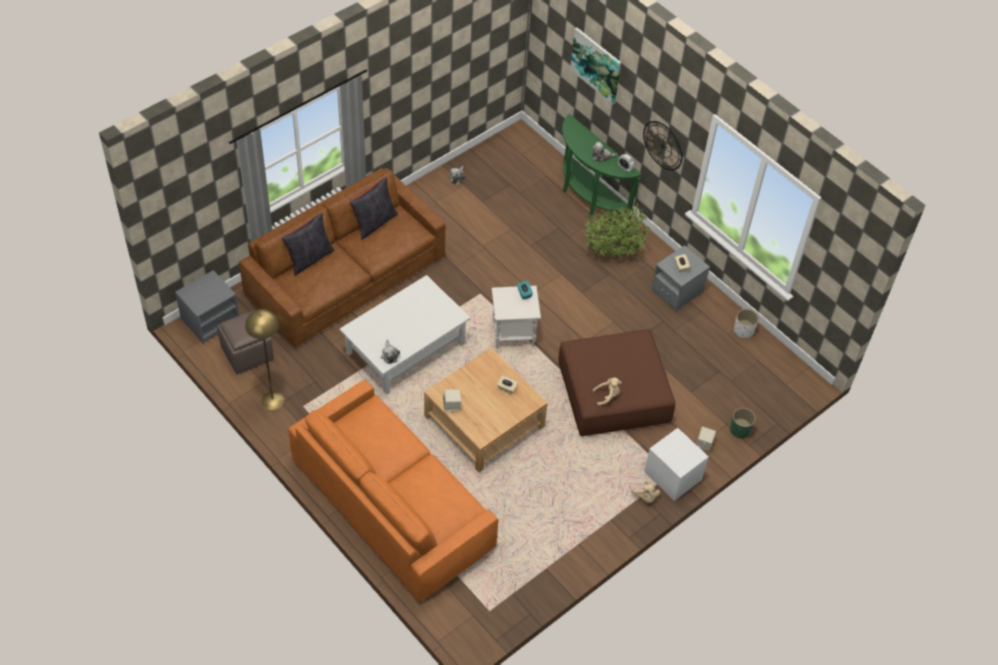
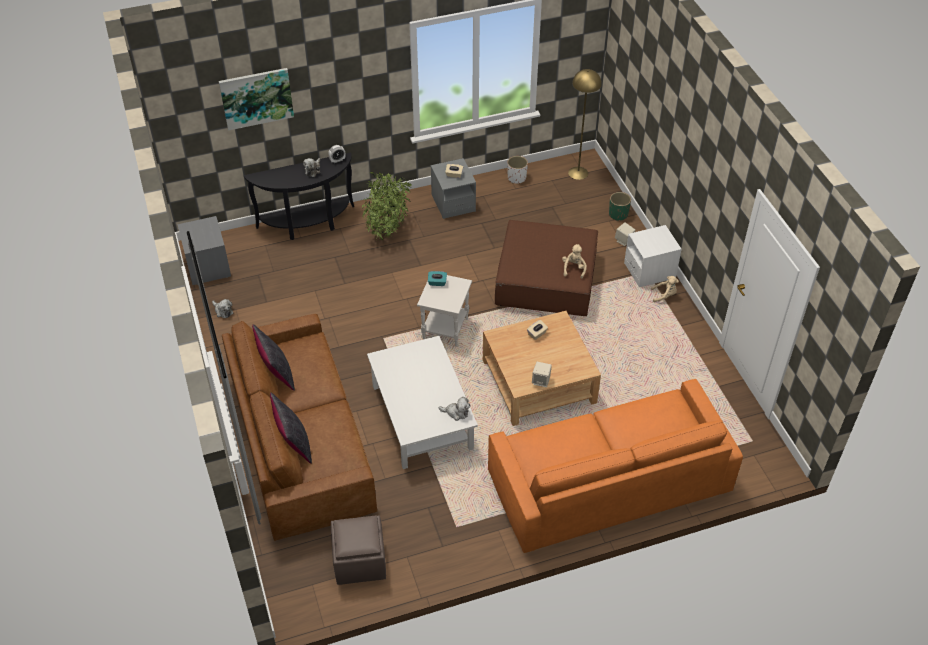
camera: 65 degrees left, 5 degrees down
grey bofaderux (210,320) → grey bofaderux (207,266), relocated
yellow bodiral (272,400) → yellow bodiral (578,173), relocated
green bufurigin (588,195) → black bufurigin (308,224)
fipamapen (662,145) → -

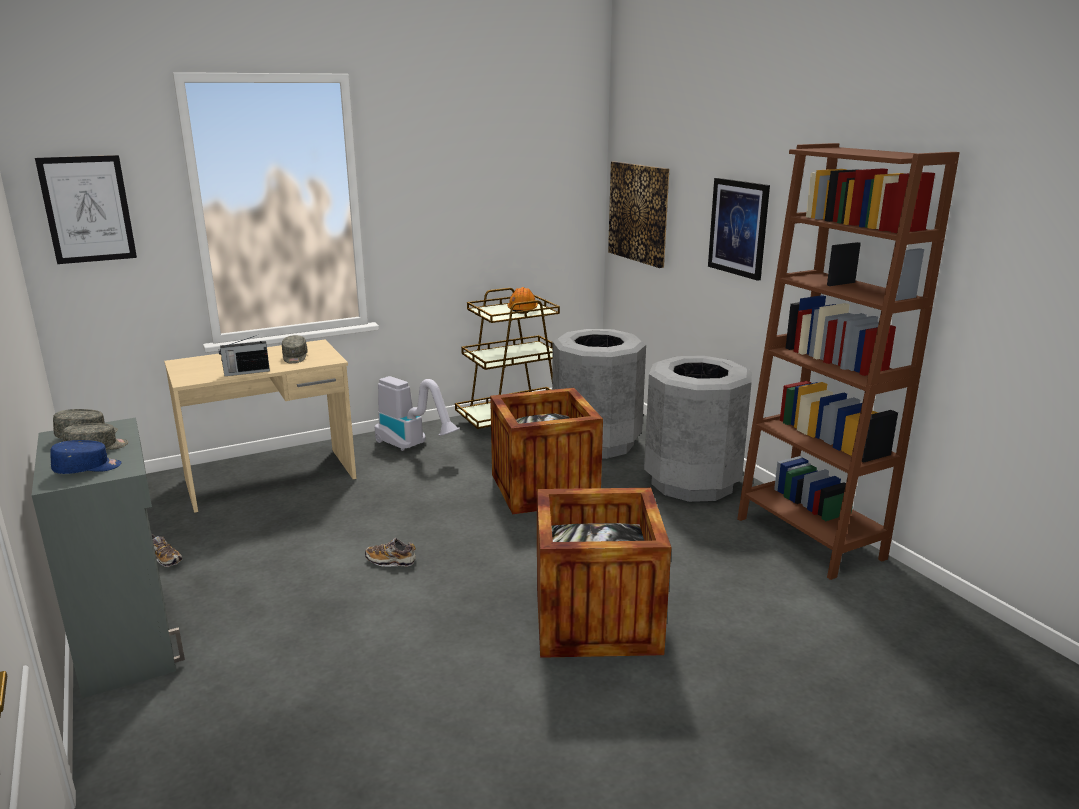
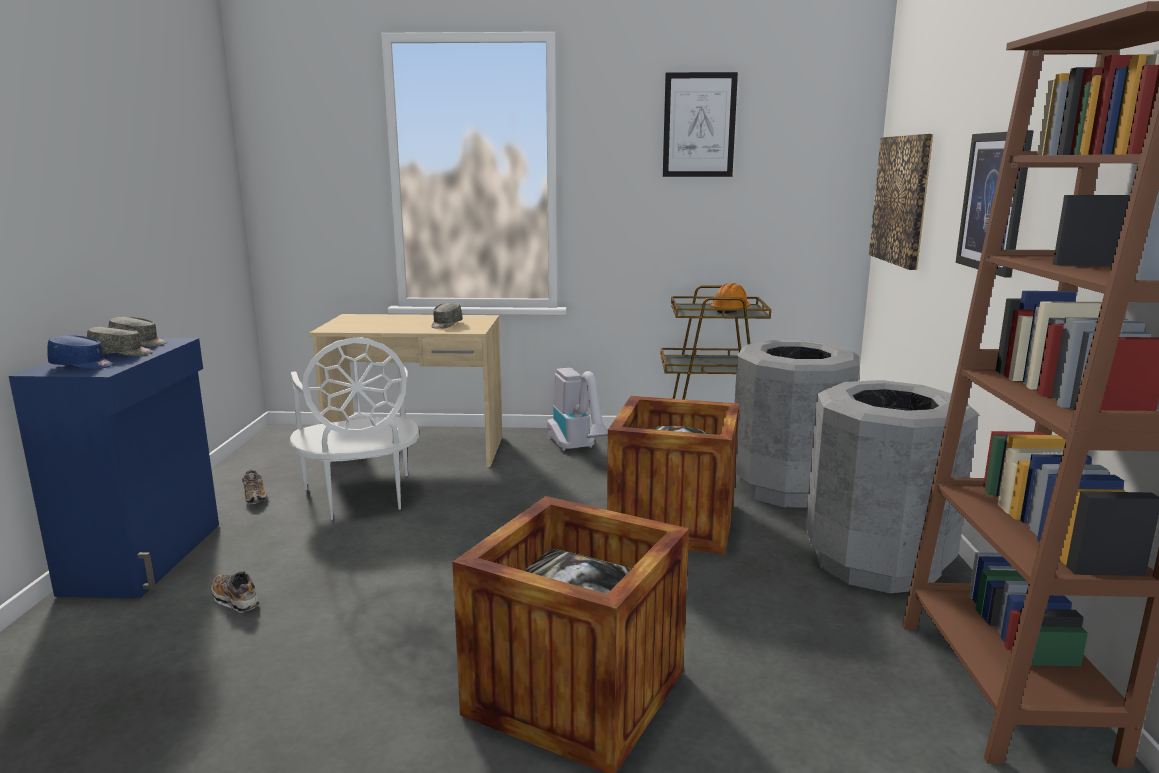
camera: 30 degrees right, 5 degrees down
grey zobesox (129,638) → blue zobesox (147,557)
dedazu (87,209) → dedazu (699,125), relocated
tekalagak (246,372) → -
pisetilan (390,561) → pisetilan (235,600), relocated
- → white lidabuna (361,498)

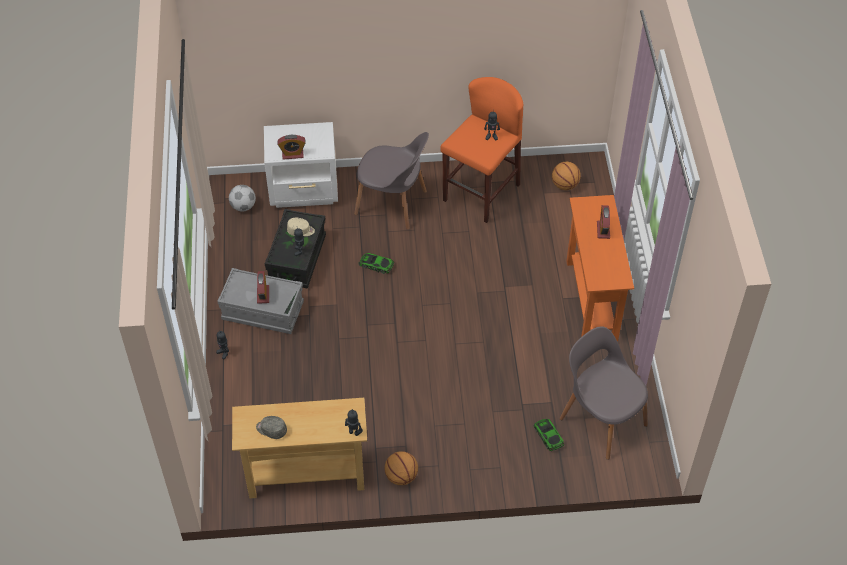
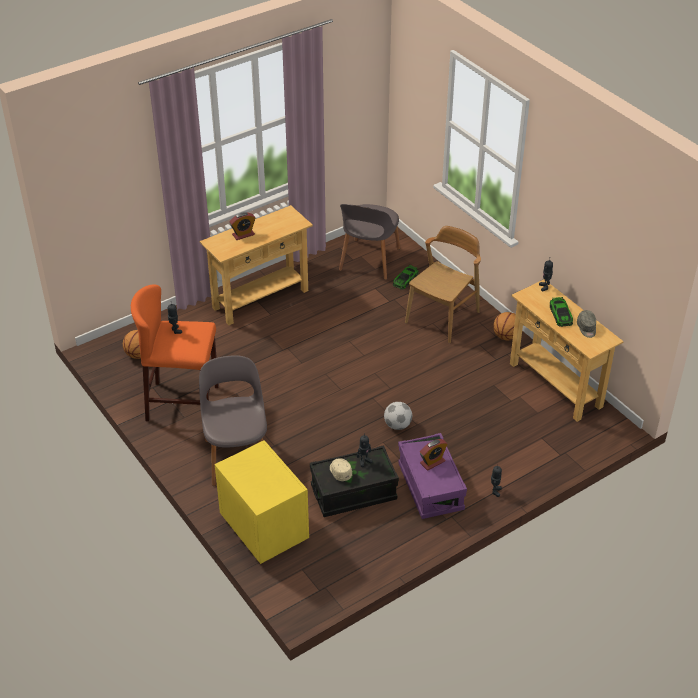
camera: 120 degrees left, 10 degrees down
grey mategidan (263,311) → purple mategidan (430,487)
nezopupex (243,206) → nezopupex (397,425), relocated
white bofaderux (305,191) → yellow bofaderux (264,529)
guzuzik (292,154) → -
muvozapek (376,265) → muvozapek (560,315), relocated
orange bufurigin (591,300) → beige bufurigin (260,299)
- → brown lidabuna (443,317)

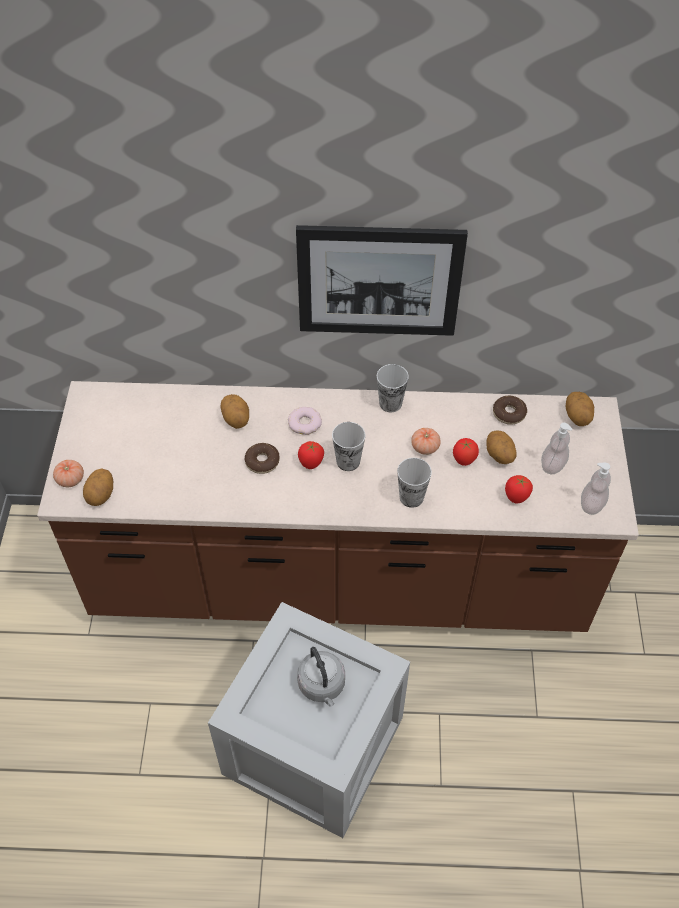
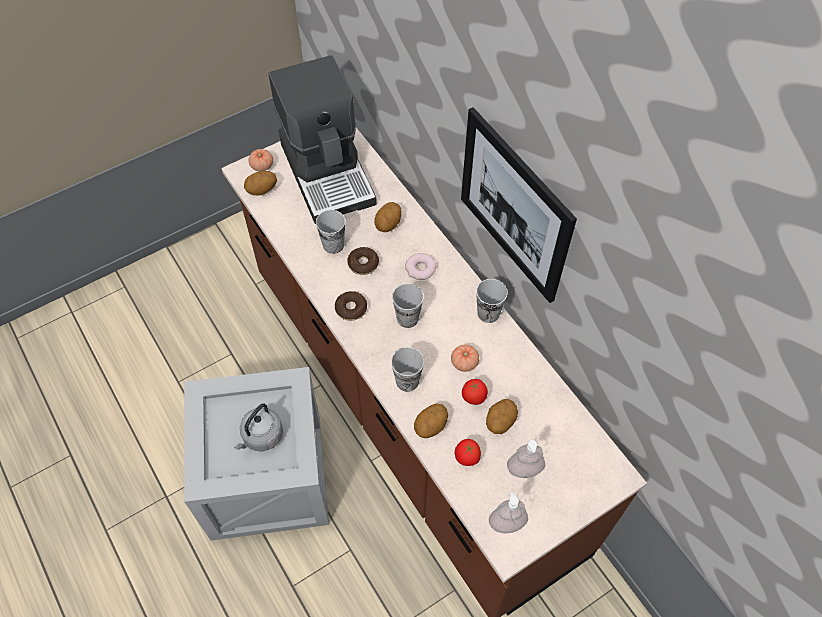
camera: 55 degrees right, 5 degrees up
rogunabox (311,464) → -
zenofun (509,413) → zenofun (351,309), relocated
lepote (577,417) → lepote (431,427), relocated
- → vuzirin (328,172)
- → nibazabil (333,245)

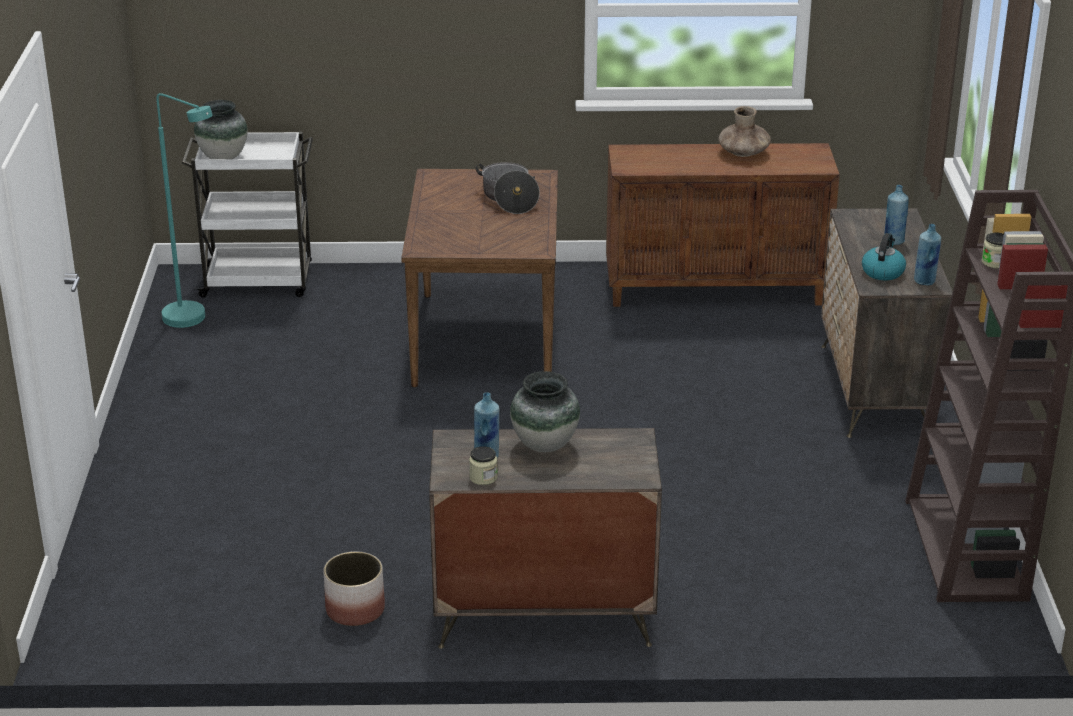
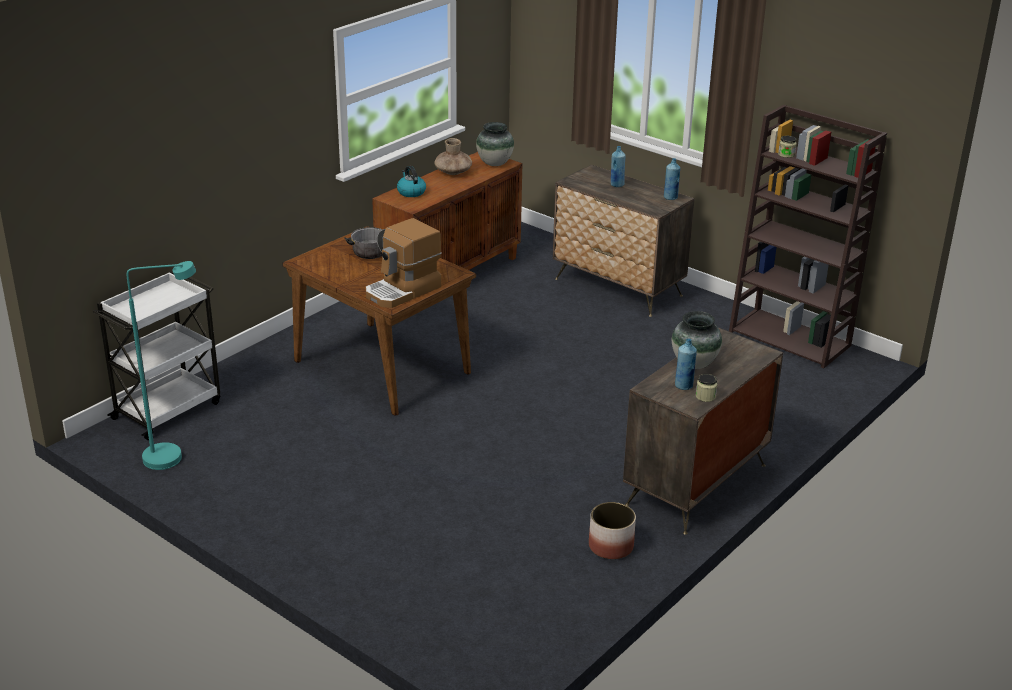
camera: 50 degrees left, 0 degrees up
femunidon (223,157) → femunidon (494,163), relocated
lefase (882,272) → lefase (411,192), relocated
- → vuzirin (403,291)

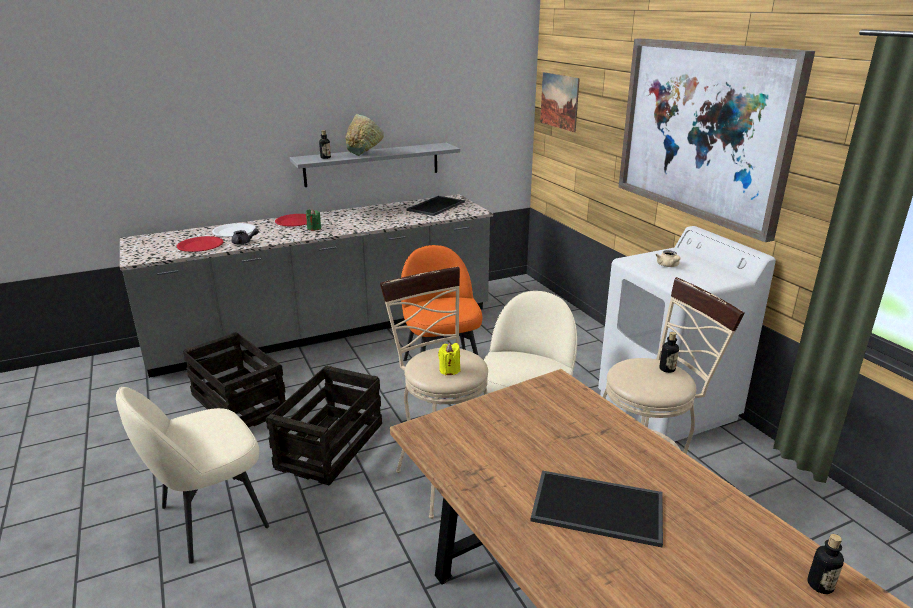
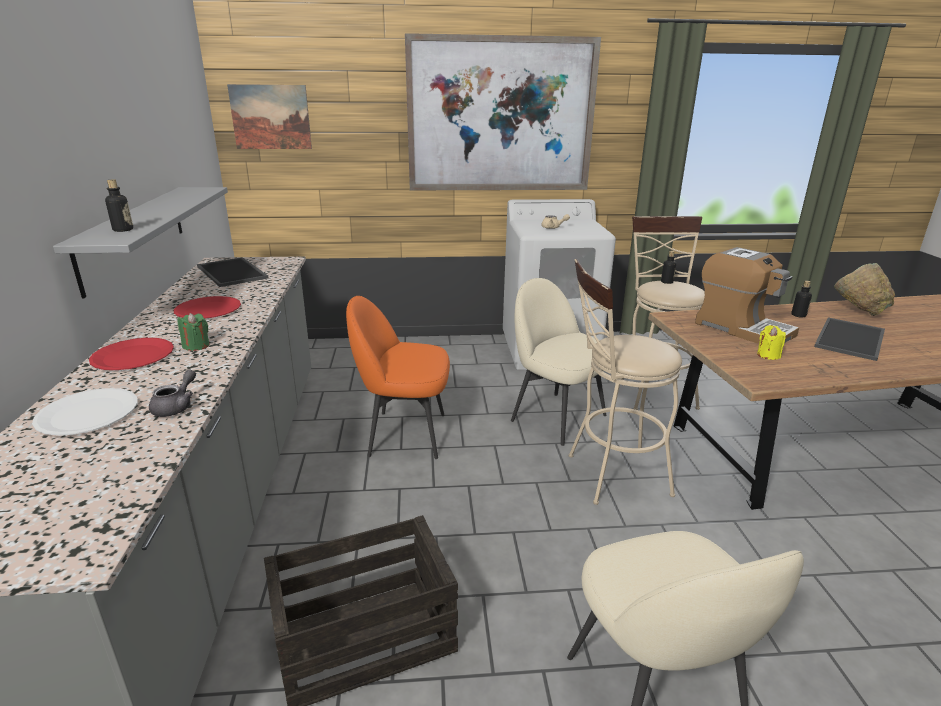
camera: 70 degrees left, 0 degrees up
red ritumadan (200,246) → red ritumadan (208,310), relocated
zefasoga (330,445) → -
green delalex (364,153) → green delalex (856,311), relocated
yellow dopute (449,370) → yellow dopute (768,355), relocated
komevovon (820,585) → komevovon (798,315), relocated
- → vuzirin (742,329)

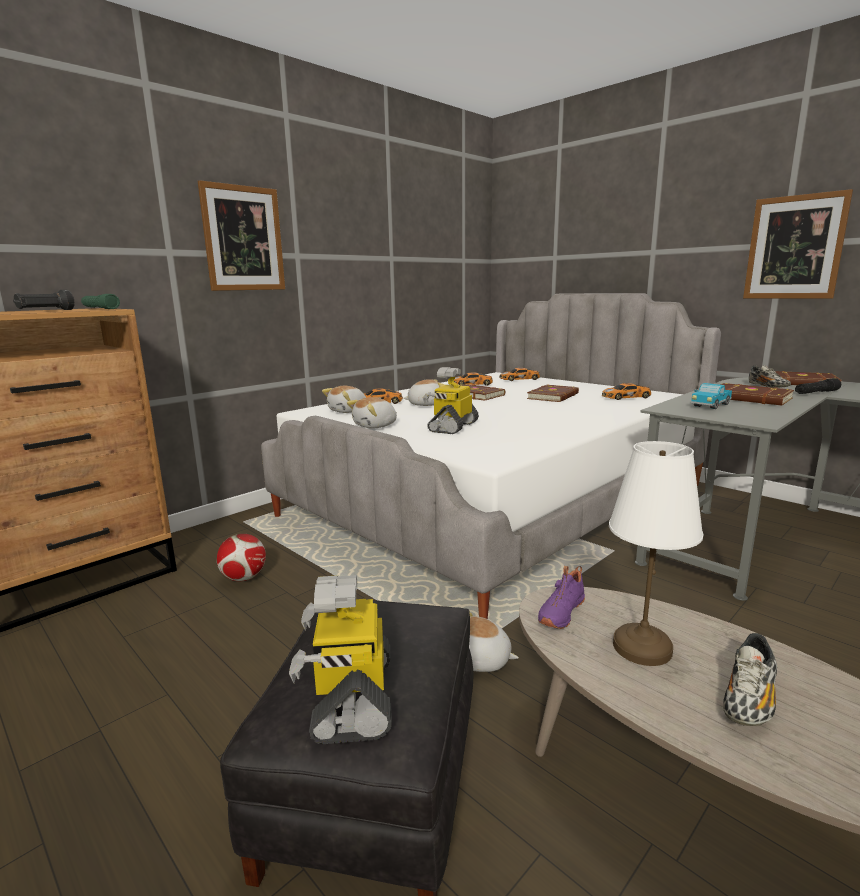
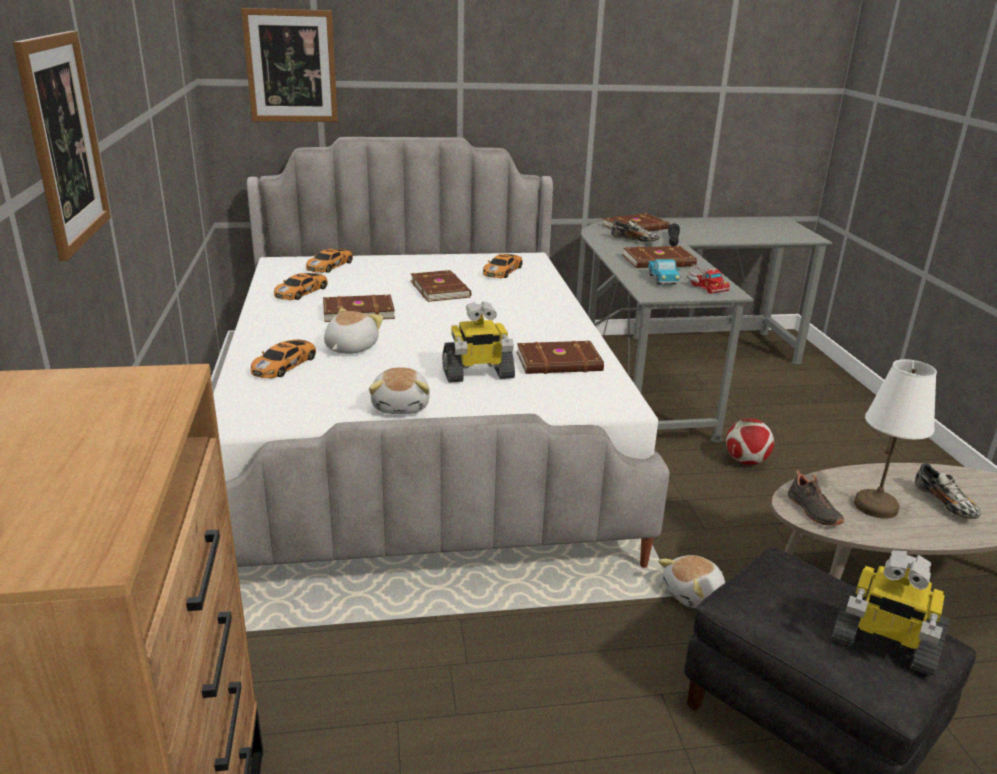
camera: 55 degrees left, 10 degrees up
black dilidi (45,310) → -
green dilidi (100,308) → -
nezopupex (244,578) → nezopupex (746,461), relocated
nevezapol (348,411) → -
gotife (452,427) → gotife (477,374), 75 degrees counterclockwise
purple pisetilan (560,611) → black pisetilan (812,511)
dedazu (794,247) → dedazu (291,66), relocated
- → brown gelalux (560,362)
- → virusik (705,286)

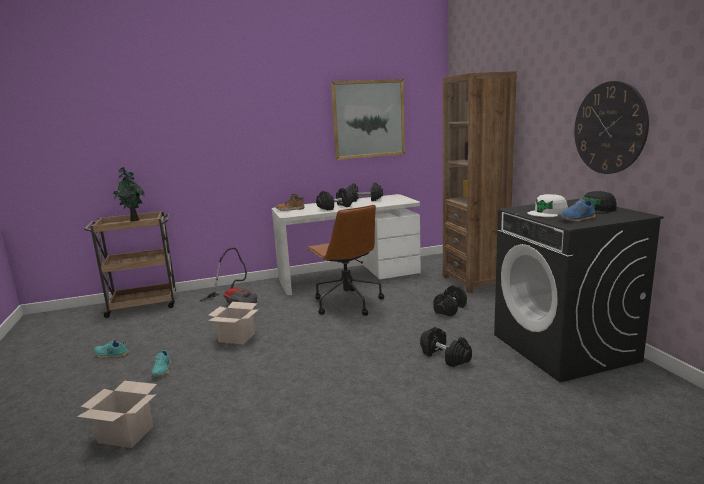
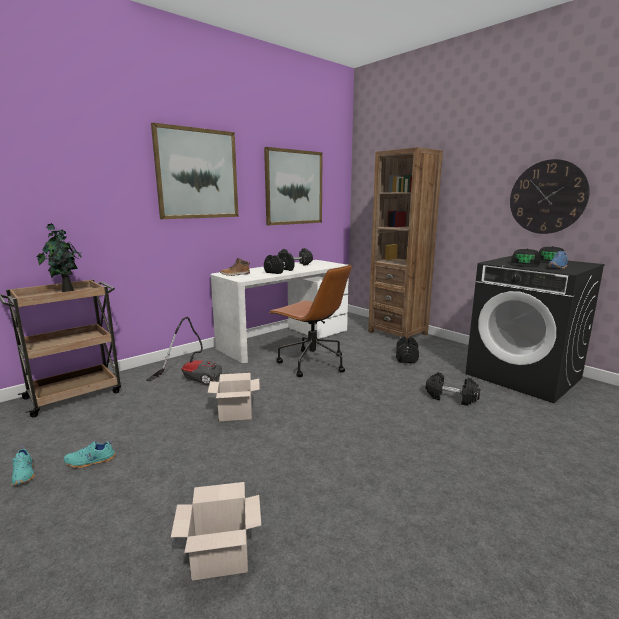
camera: 25 degrees left, 0 degrees up
turquoise pisetilan (162,370) → turquoise pisetilan (24,474), relocated
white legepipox (548,213) → black legepipox (524,264)
- → dedazu (197,174)

